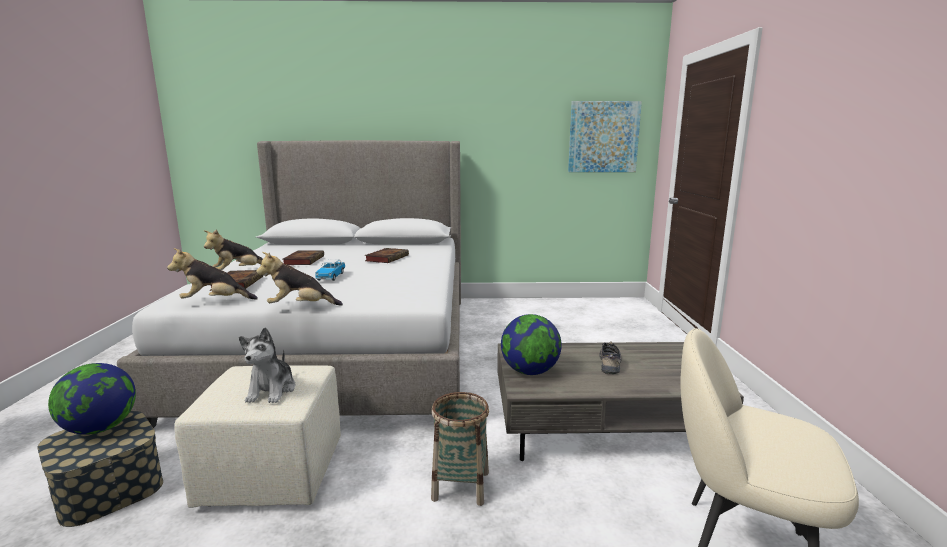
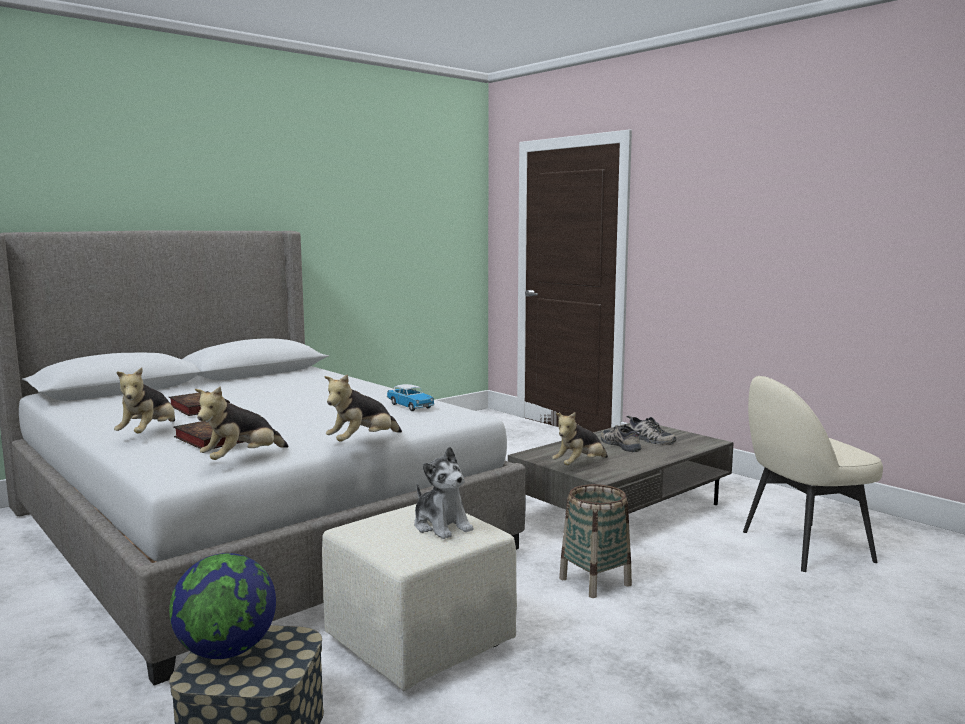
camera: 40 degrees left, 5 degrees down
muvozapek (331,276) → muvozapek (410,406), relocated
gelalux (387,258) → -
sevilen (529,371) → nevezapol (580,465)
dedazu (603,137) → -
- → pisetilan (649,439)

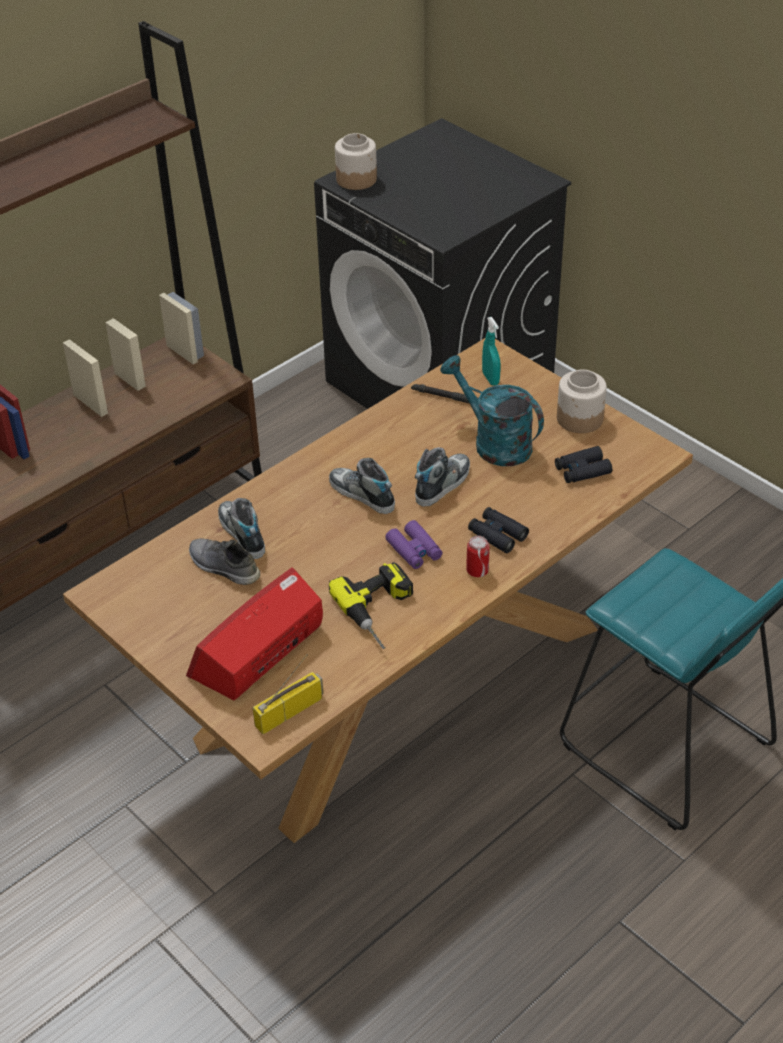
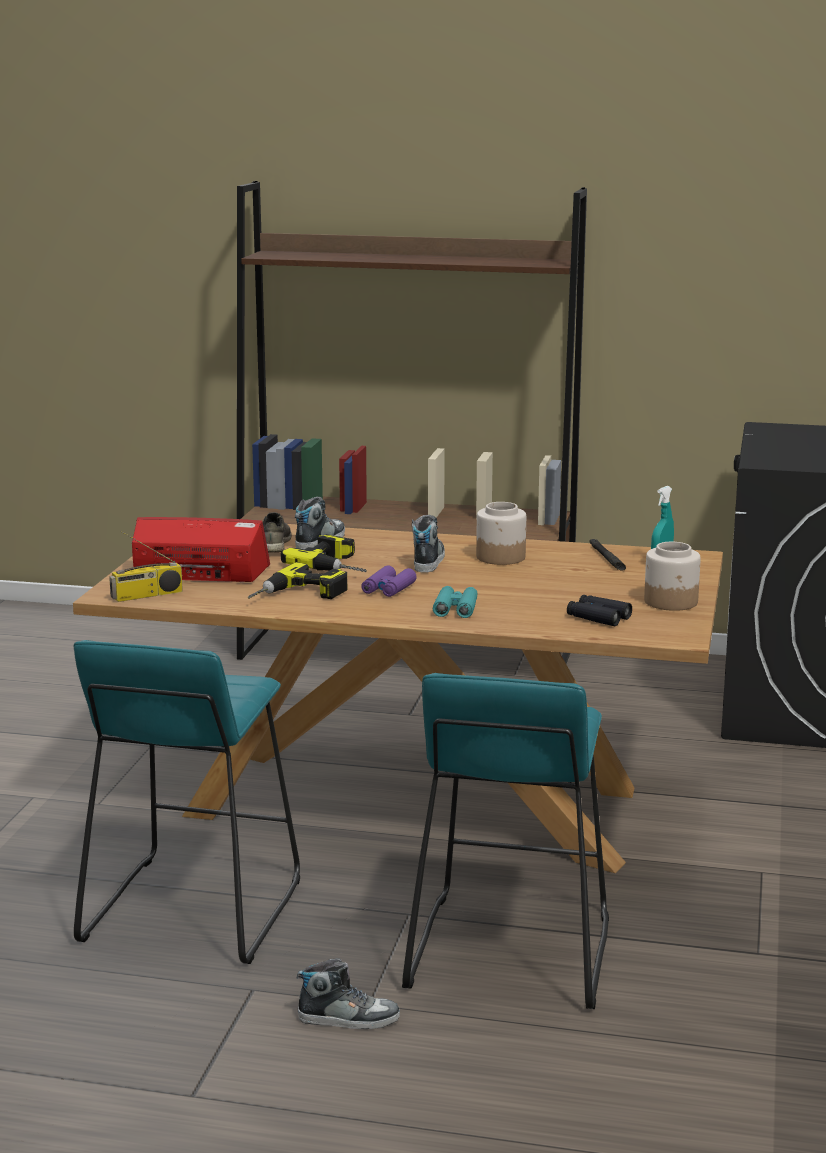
camera: 55 degrees right, 25 degrees down
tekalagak (289,710) → tekalagak (146,595), 135 degrees clockwise
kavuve (356,179) → kavuve (501,557), relocated
pisetilan (442,484) → pisetilan (348,1018), relocated
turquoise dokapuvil (494,442) → -
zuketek (477,571) → -
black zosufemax (497,534) → turquoise zosufemax (456,608)
- → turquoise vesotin (191,910)
- → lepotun (338,565)

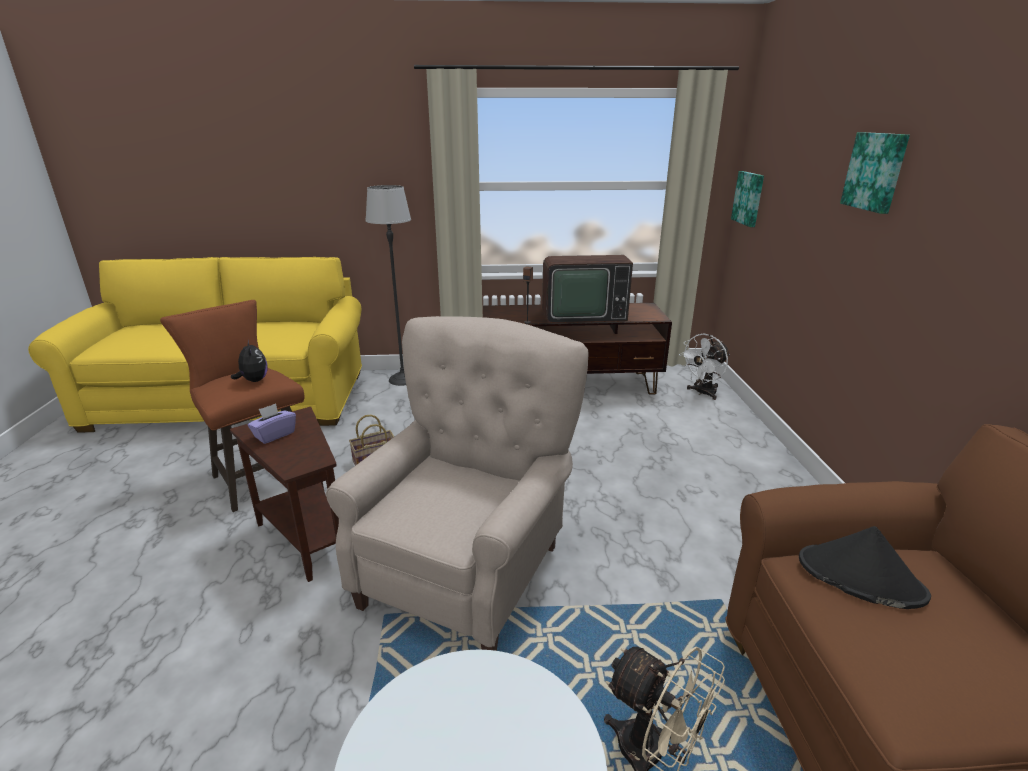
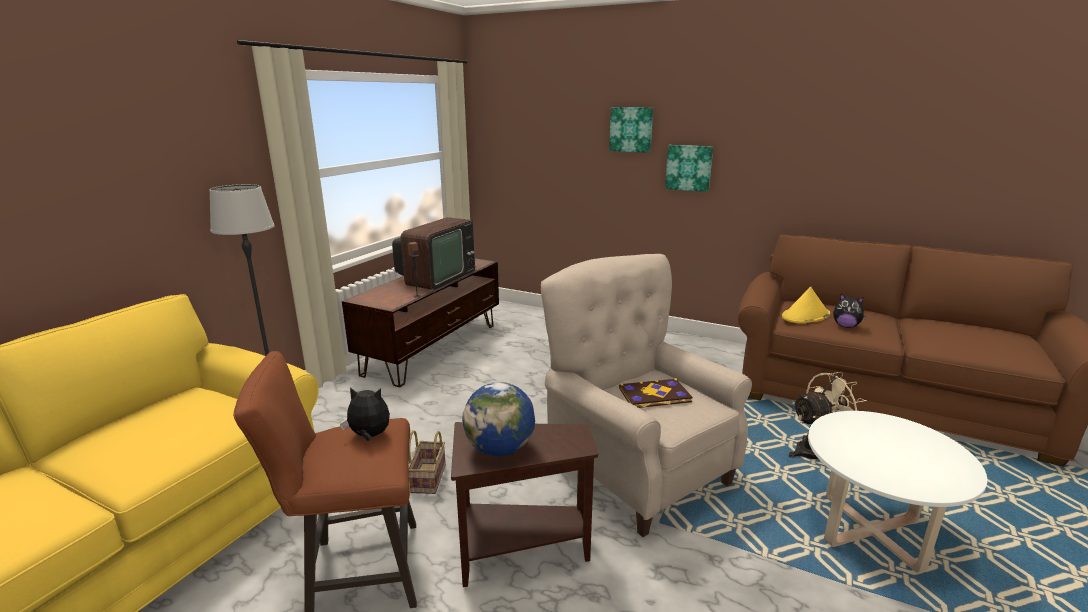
camera: 60 degrees left, 5 degrees down
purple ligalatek (274,435) → sevilen (500,449)
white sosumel (702,393) → -
dedazu (749,198) → dedazu (689,168), relocated
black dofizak (859,577) → yellow dofizak (805,316)
- → gelalux (655,396)
- → nevezapol (845,326)

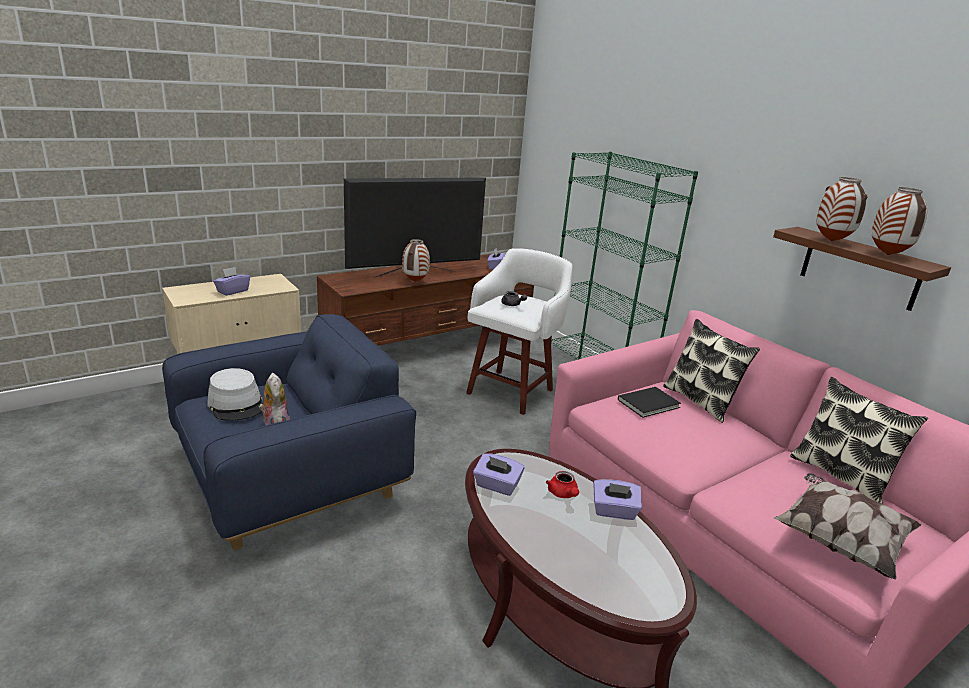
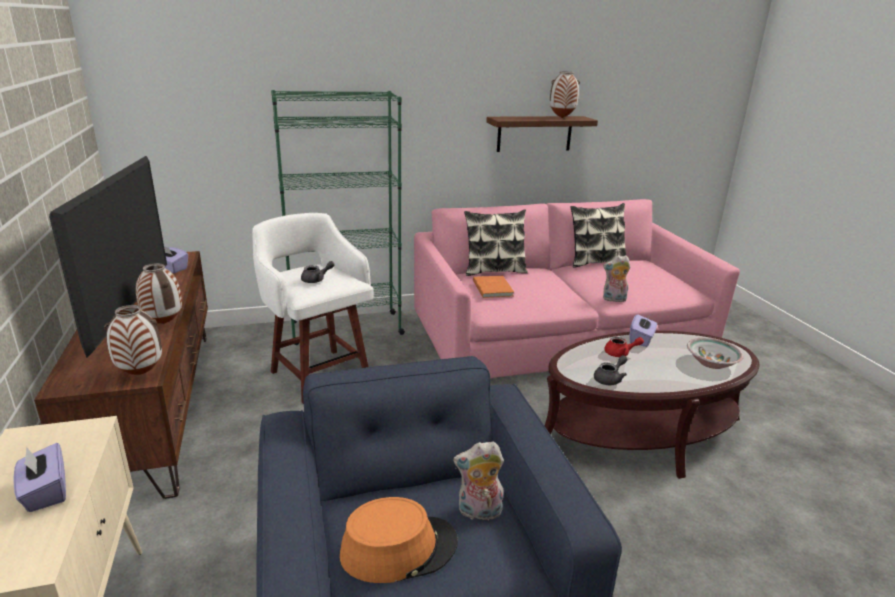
camera: 70 degrees left, 0 degrees up
grey dofizak (236,404) → orange dofizak (399,548)
purple ligalatek (497,486) → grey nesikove (610,379)
black gelalux (650,404) → orange gelalux (493,288)
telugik (839,540) → -
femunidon (832,241) → femunidon (141,373), relocated
- → nevezapol (613,299)
- → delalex (711,362)

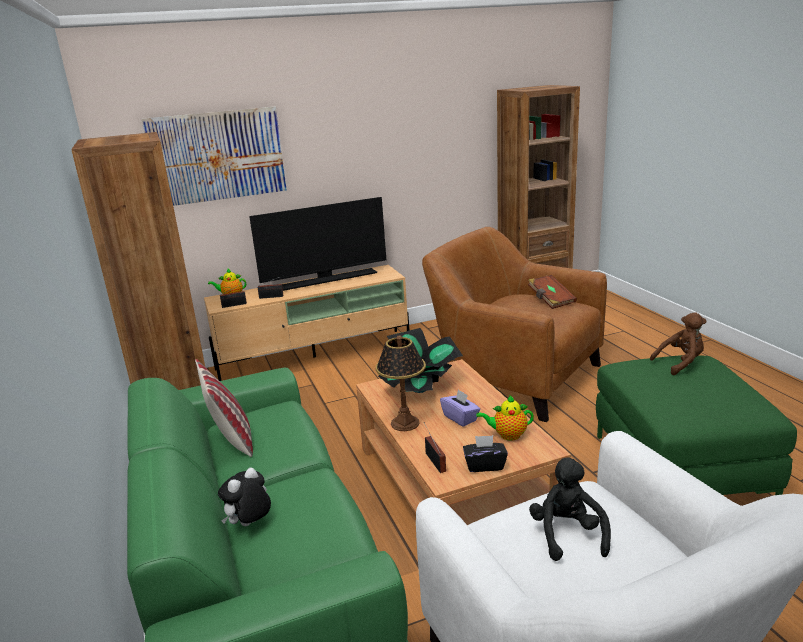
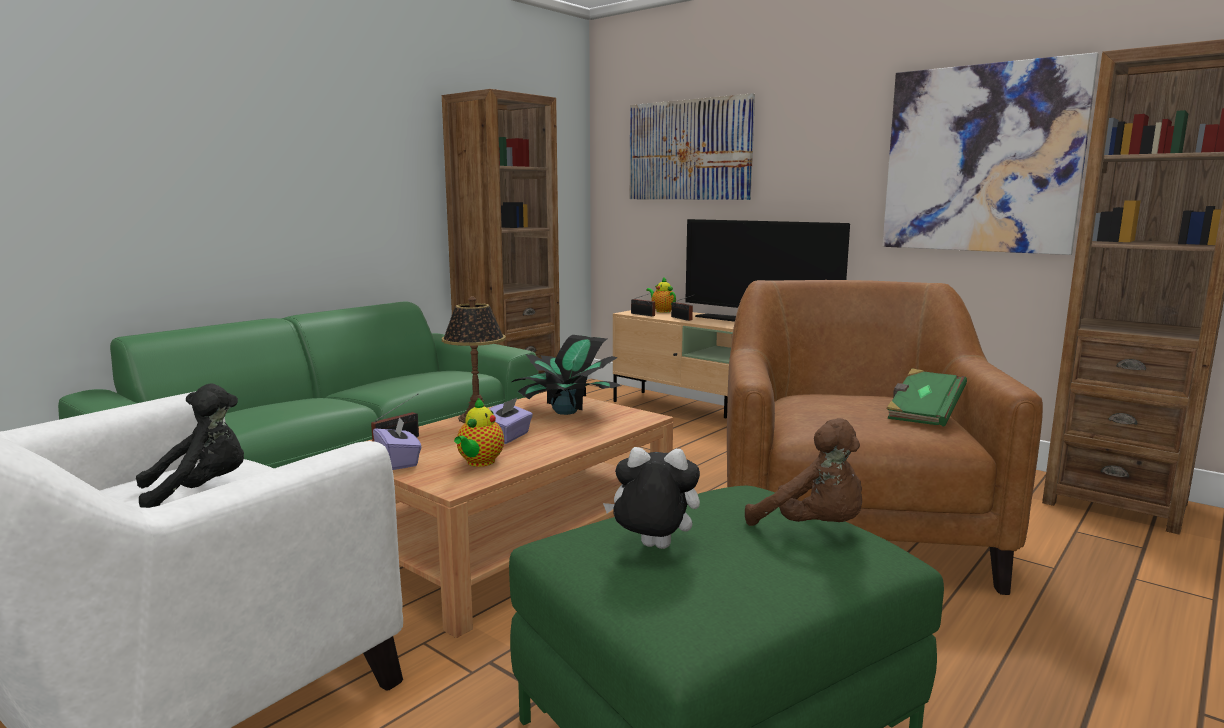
camera: 60 degrees right, 10 degrees down
telugik (232,439) → -
nevezapol (250,525) → nevezapol (652,548), relocated
black ligalatek (484,465) → purple ligalatek (398,462)
nesikove (507,435) → nesikove (479,463), 135 degrees counterclockwise
brown gelalux (550,300) → green gelalux (923,414)
- → dedazu (981,159)

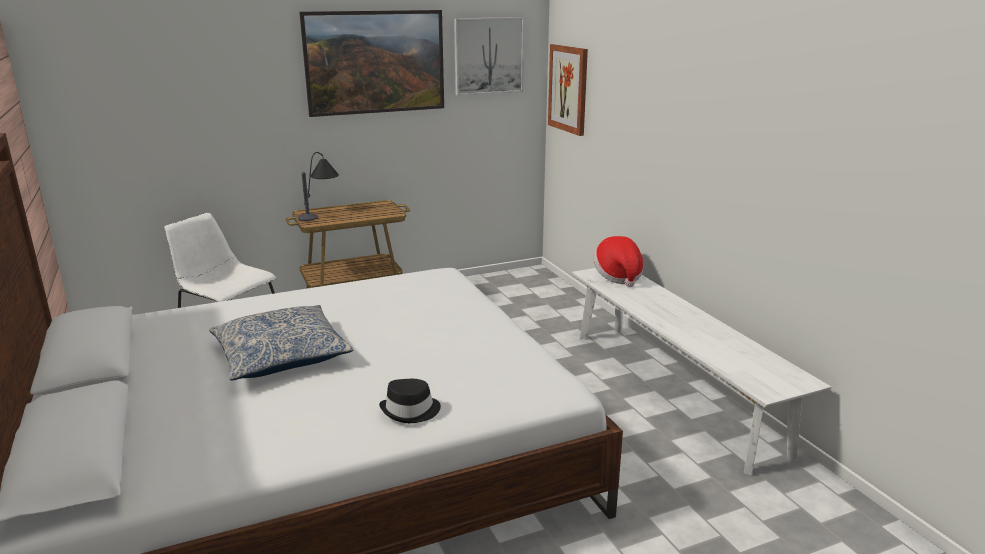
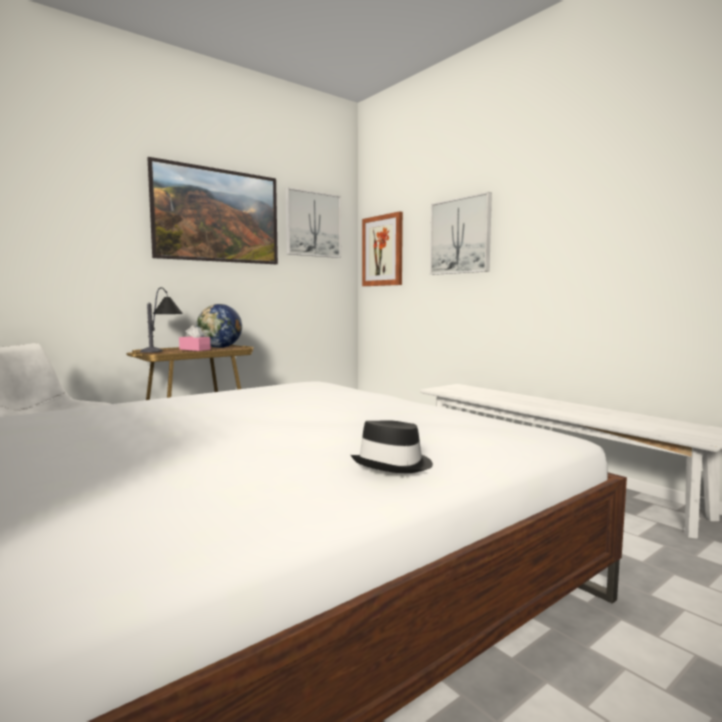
camera: 15 degrees left, 15 degrees down
telugik (281,356) → -
dofizak (618,276) → -
- → pink ligalatek (195,349)
- → sevilen (220,347)
- → dedazu (460,236)

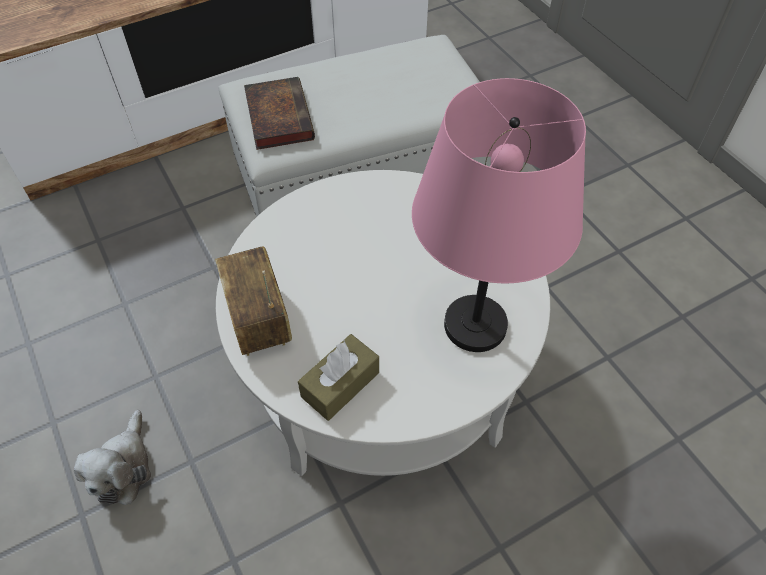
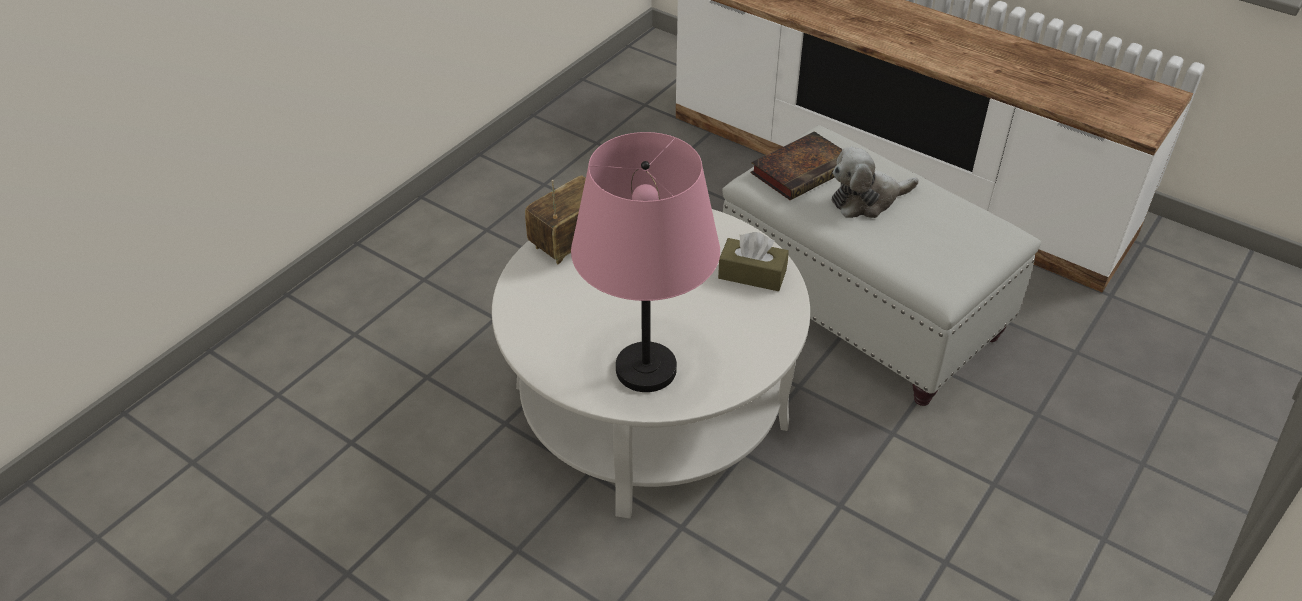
camera: 65 degrees right, 10 degrees down
nevezapol (123,468) → nevezapol (867,200), relocated
brown ligalatek (340,384) → brown ligalatek (752,274), relocated

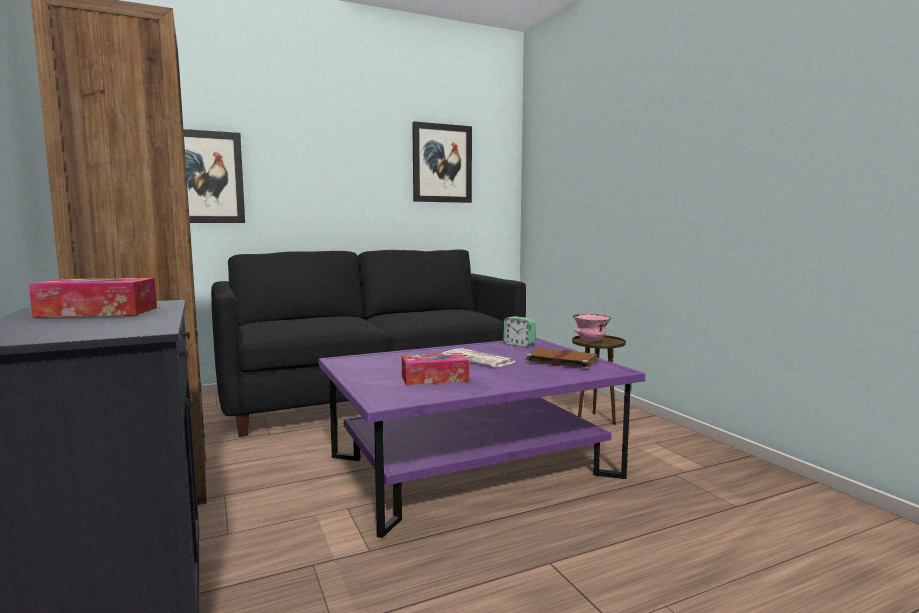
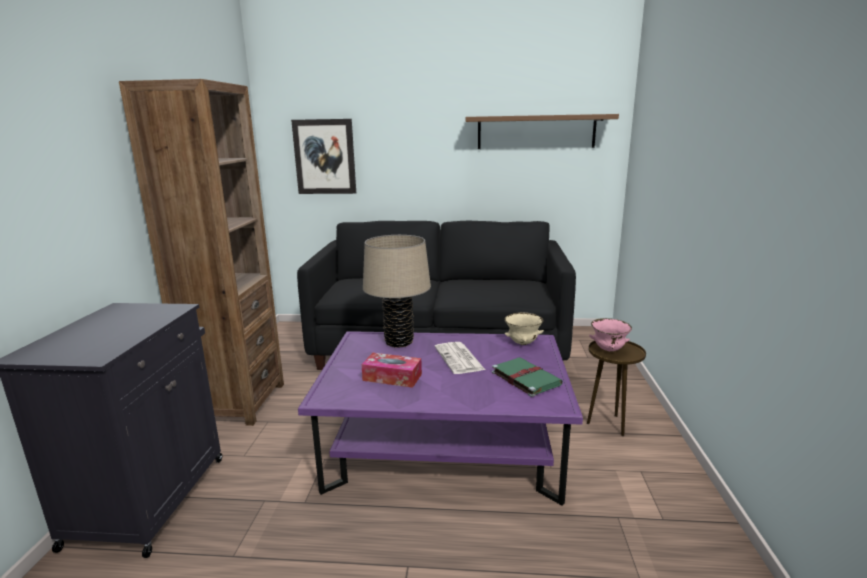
camera: 30 degrees right, 10 degrees up
ligalatek (97,312) → -
dedazu (442,163) → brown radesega (536,132)
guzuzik (519,344) → beige delalex (523,343)
brown gelalux (560,361) → green gelalux (524,378)
- → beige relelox (399,342)

